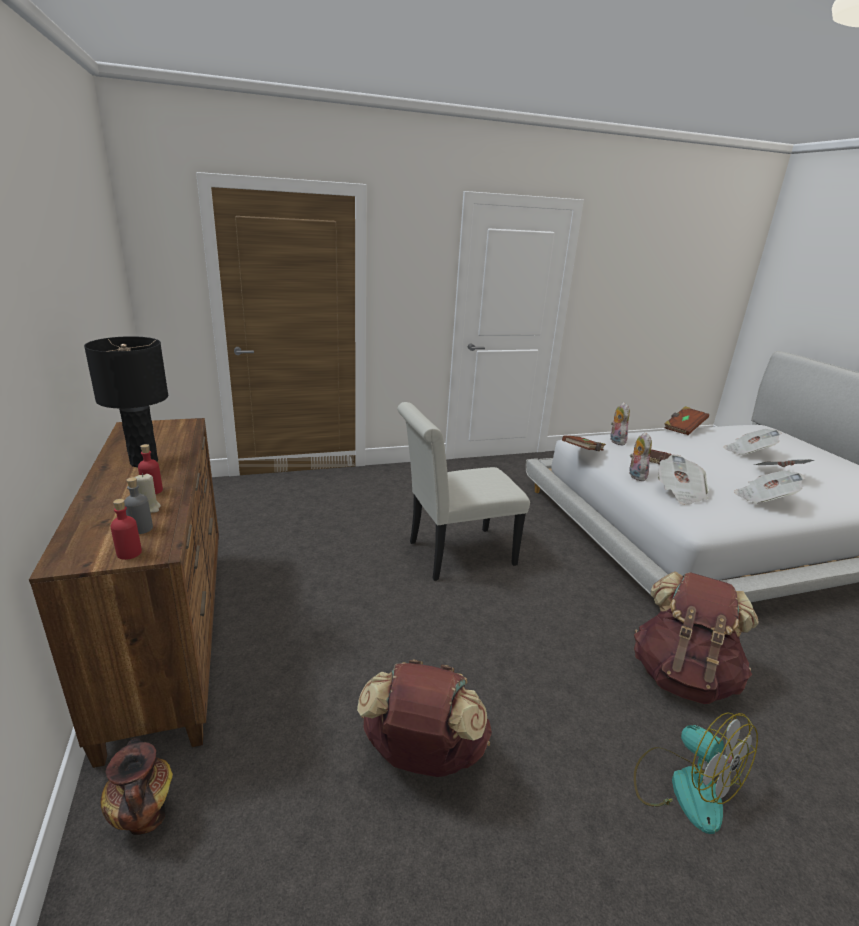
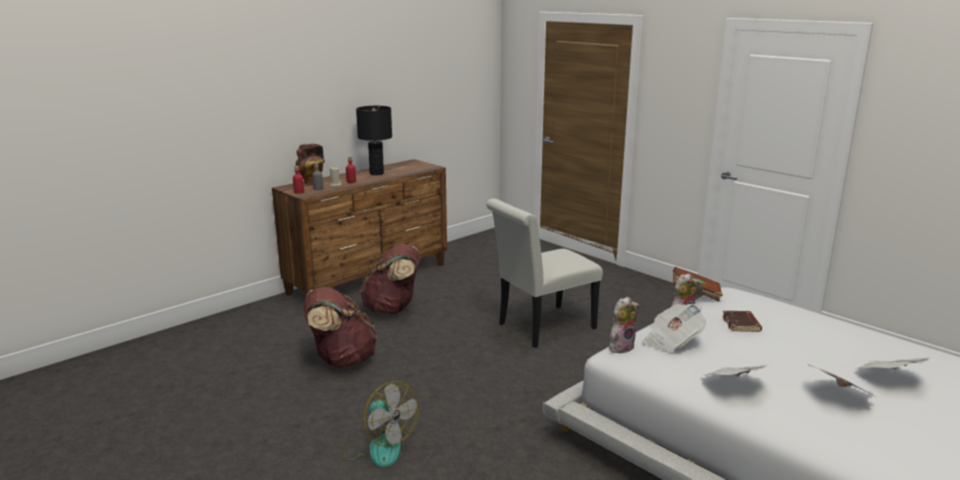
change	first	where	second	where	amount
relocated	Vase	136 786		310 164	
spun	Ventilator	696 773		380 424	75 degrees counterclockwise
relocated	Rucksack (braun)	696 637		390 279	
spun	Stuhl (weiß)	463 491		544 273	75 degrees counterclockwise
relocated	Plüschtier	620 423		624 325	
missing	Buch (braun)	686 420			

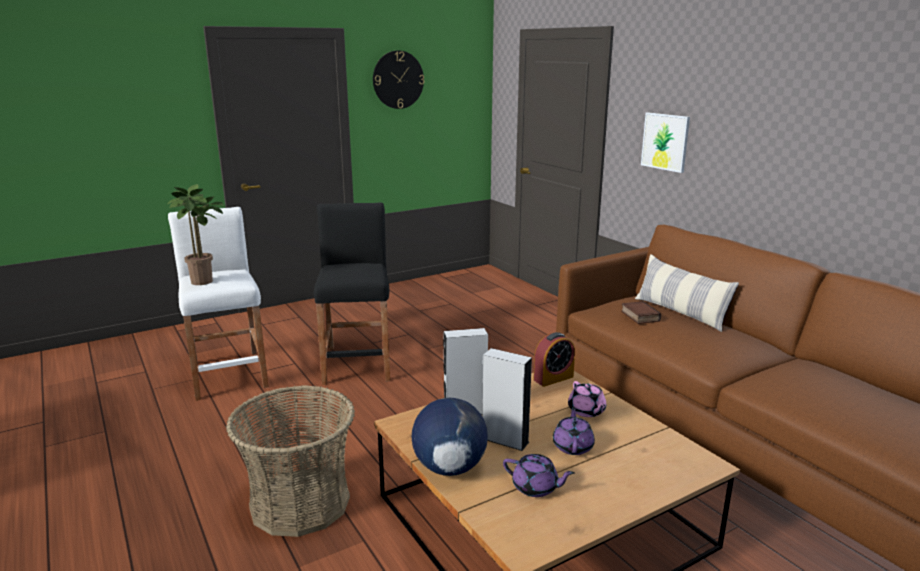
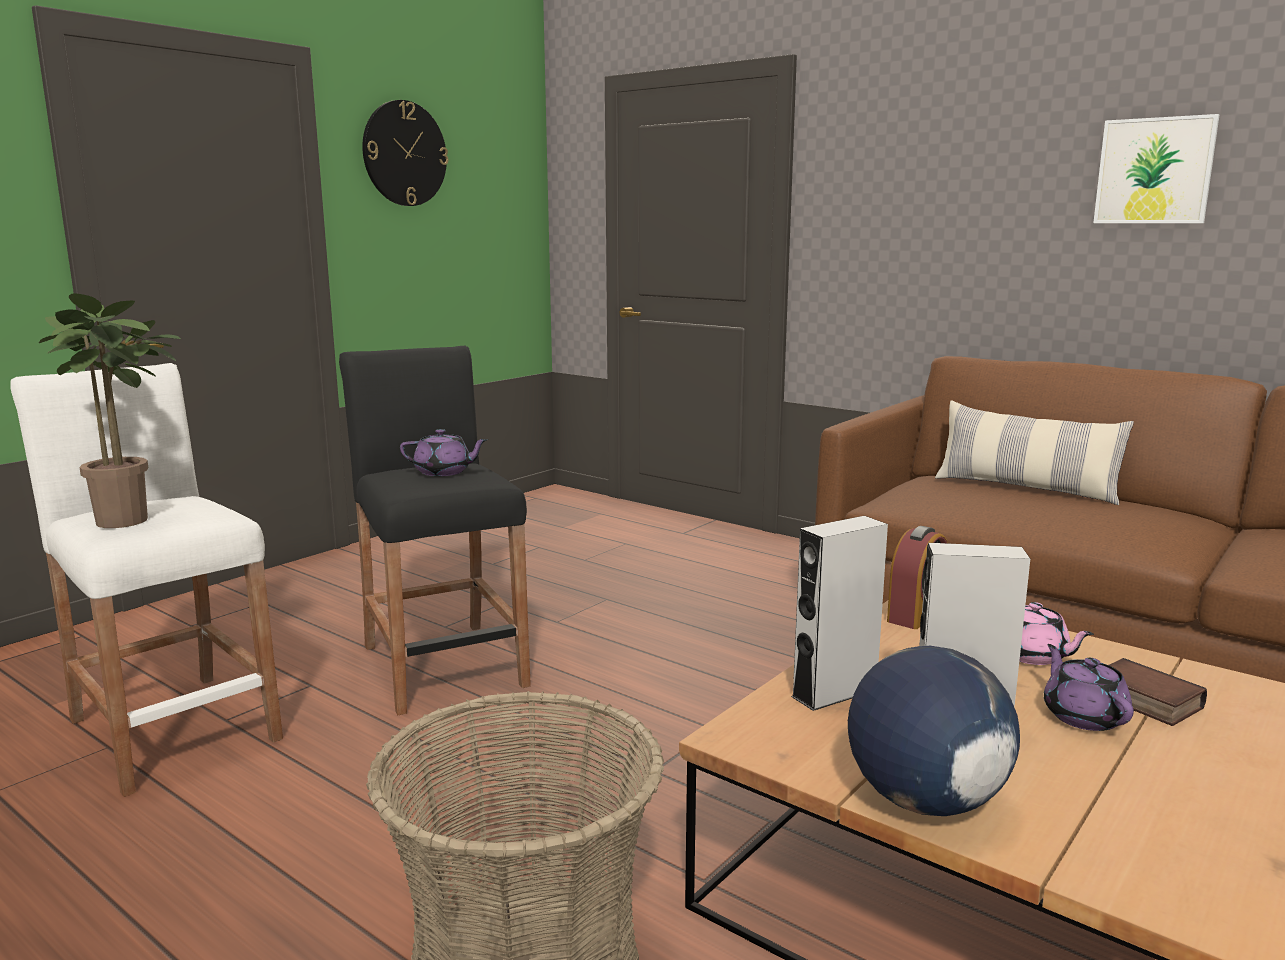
change	first	where	second	where	amount
relocated	Teekanne (lila)	538 475		444 452	
relocated	Bild	665 142		1156 168	
relocated	Buch	641 312		1158 692	

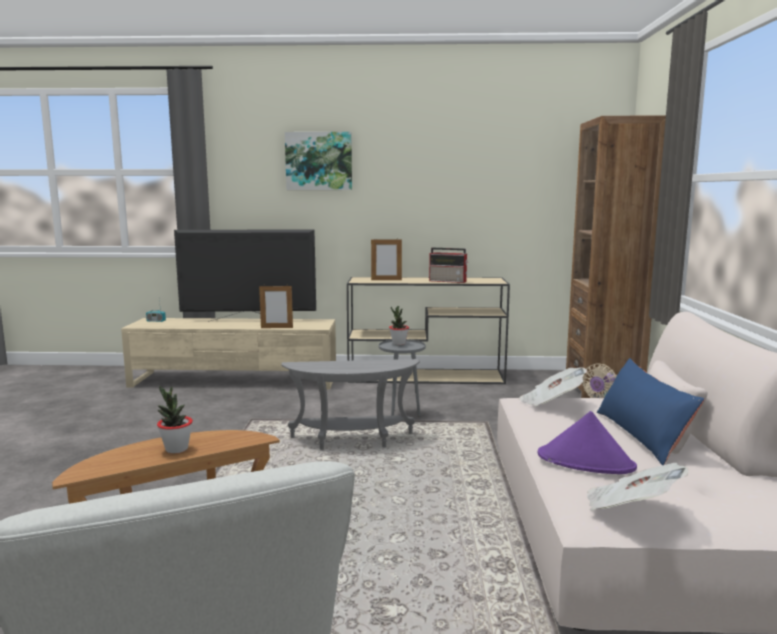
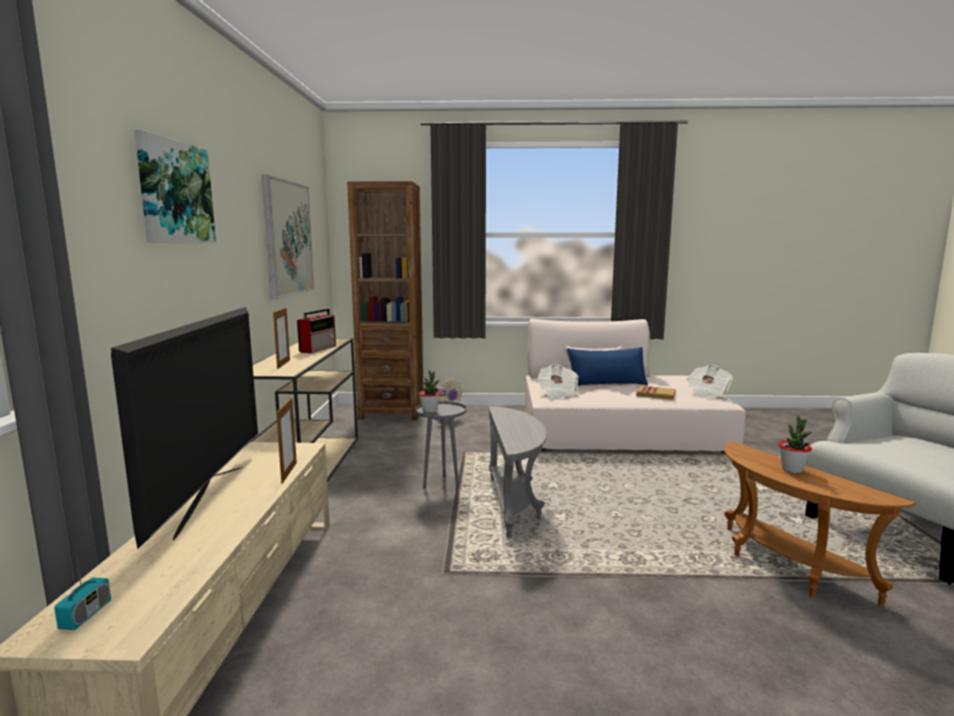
change	first	where	second	where	amount
appeared			Bild	288 237	
exchanged	Hut (lila)	587 442	Buch	656 393	

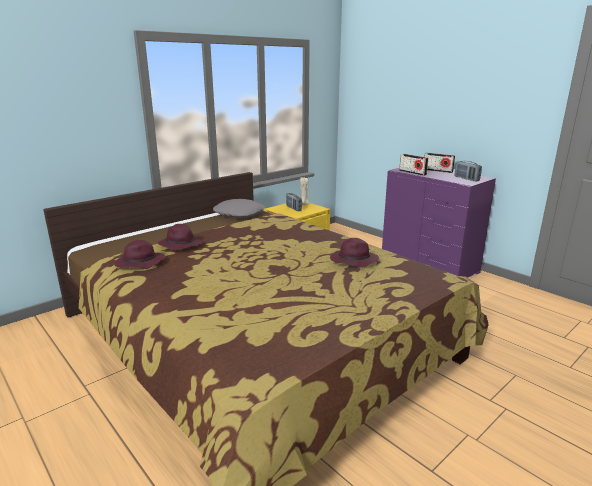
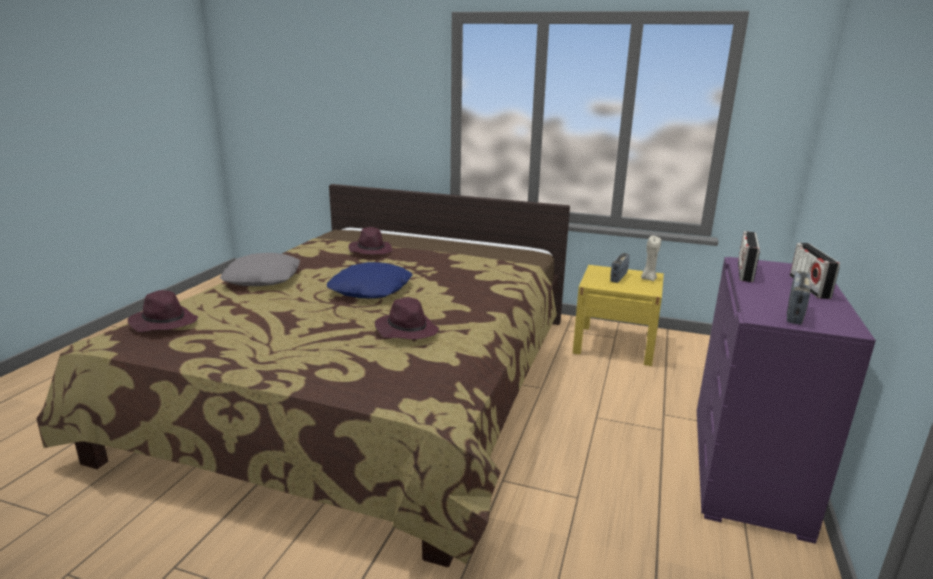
change	first	where	second	where	amount
relocated	Hut (lila)	140 254		162 311	
relocated	Kissen (grau)	239 208		260 269	
appeared			Kissen (blau)	369 280	

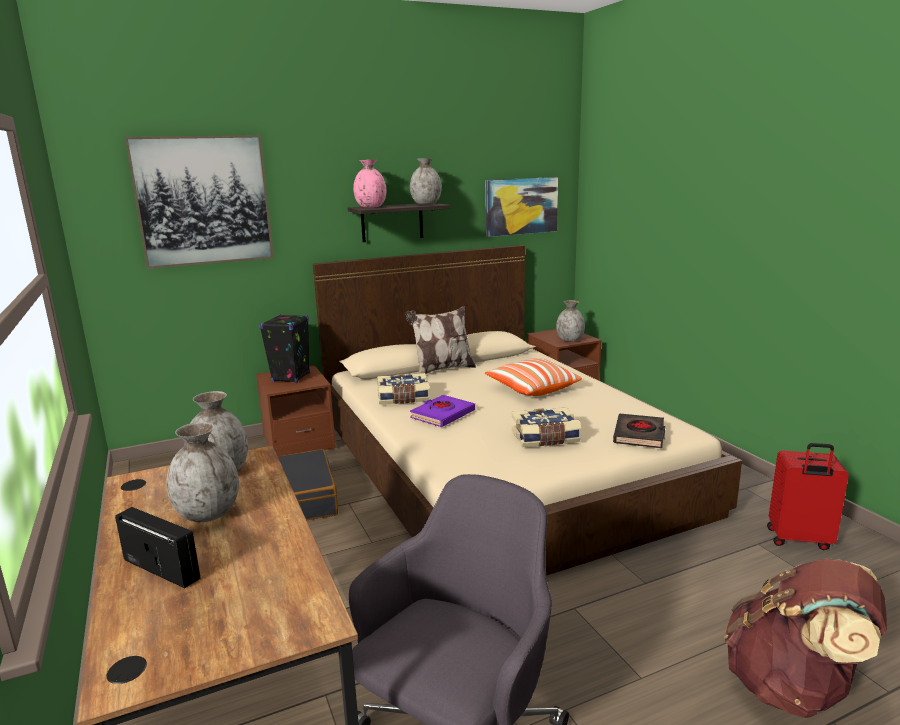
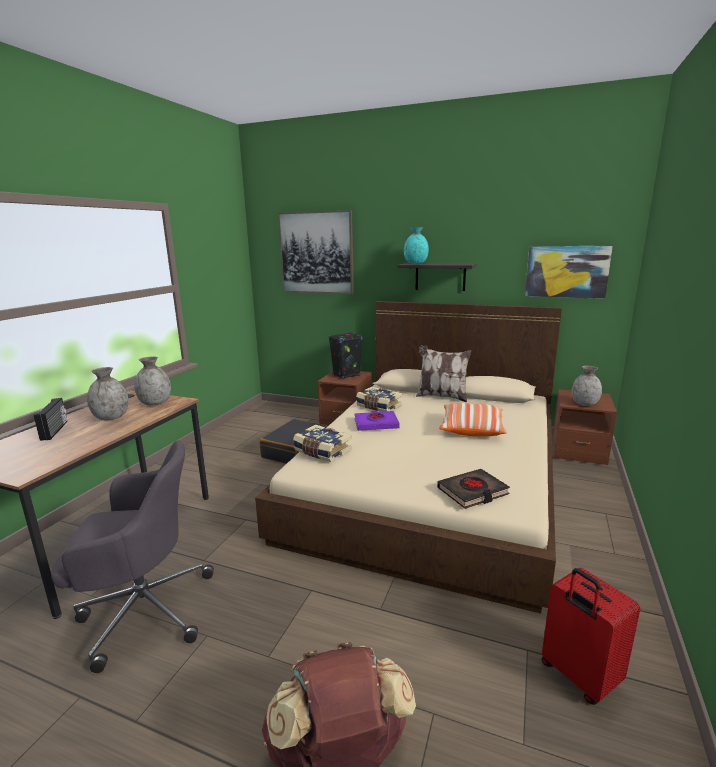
change	first	where	second	where	amount
relocated	Buch	546 427		322 443	
colour	Vase (rosa)	369 184	Vase (türkis)	416 245	
missing	Vase (grau)	426 181			

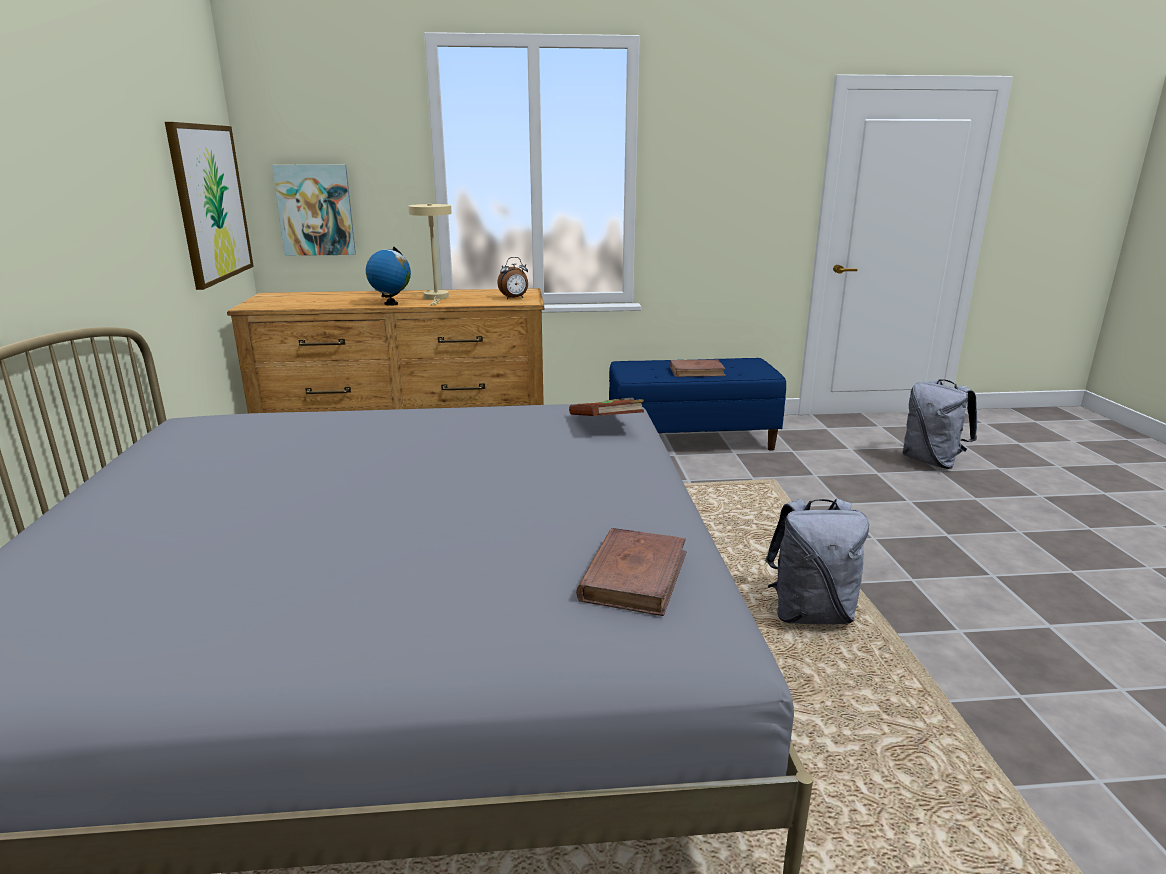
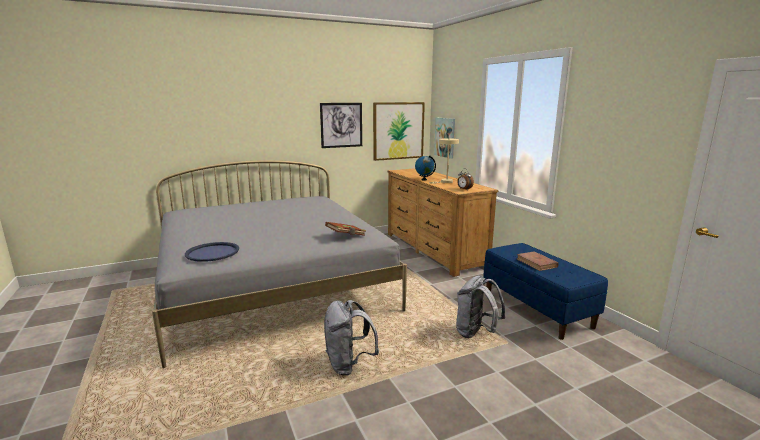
change	first	where	second	where	amount
exchanged	Buch (braun)	631 572	Tablett (blau)	212 252	
appeared			Bild	341 125	
relocated	Rucksack (grau)	940 424		480 306	

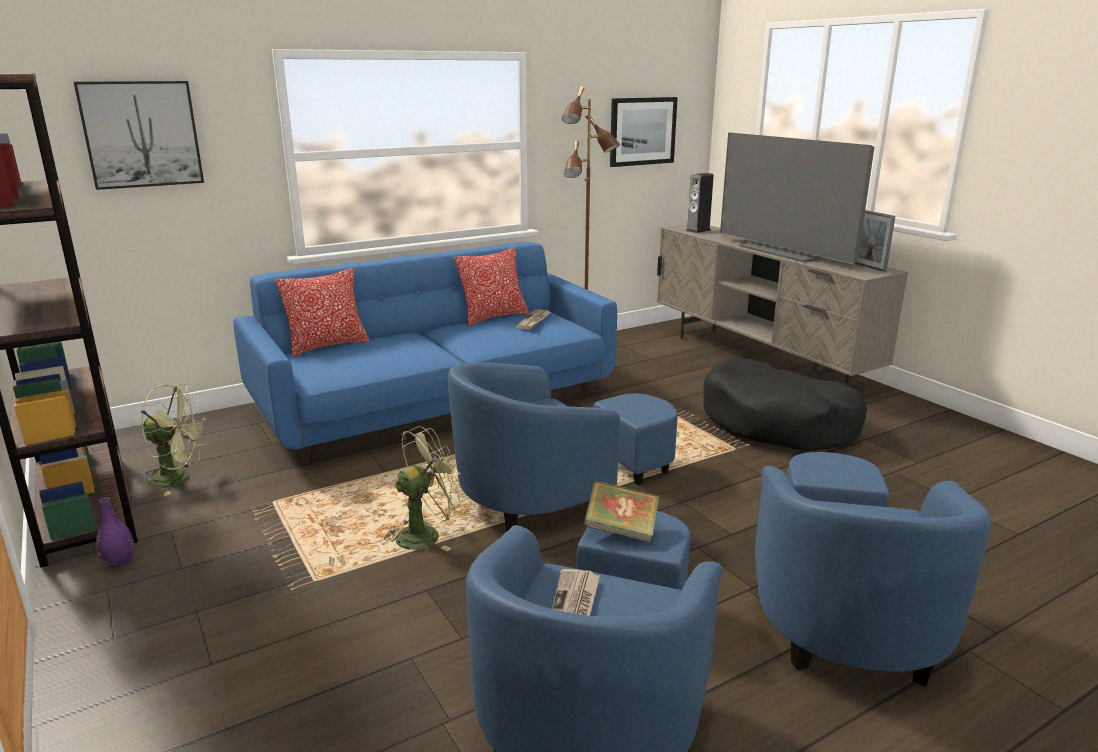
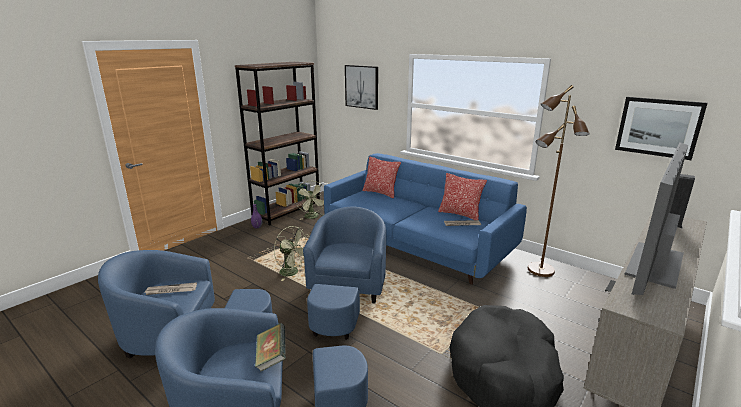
change	first	where	second	where	amount
relocated	Buch	621 511		270 347	
spun	Sessel (blau)	563 447		344 273	60 degrees clockwise
missing	Bilderrahmen	874 241			

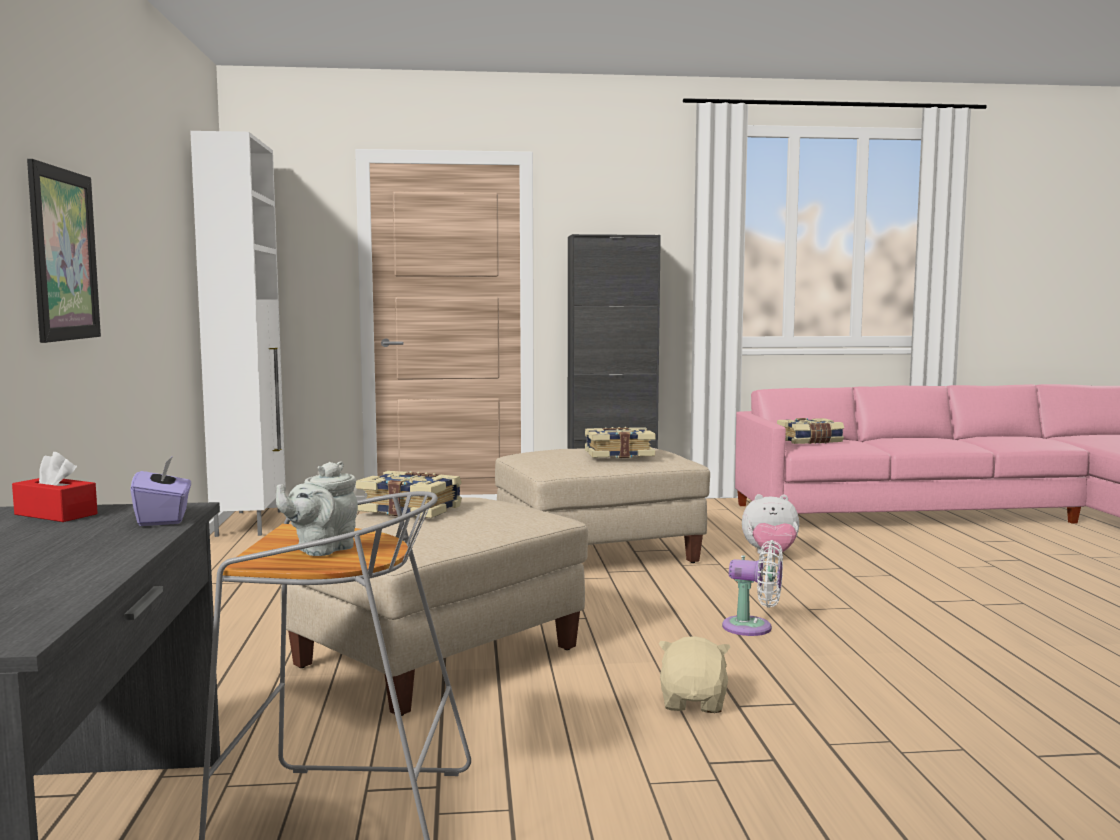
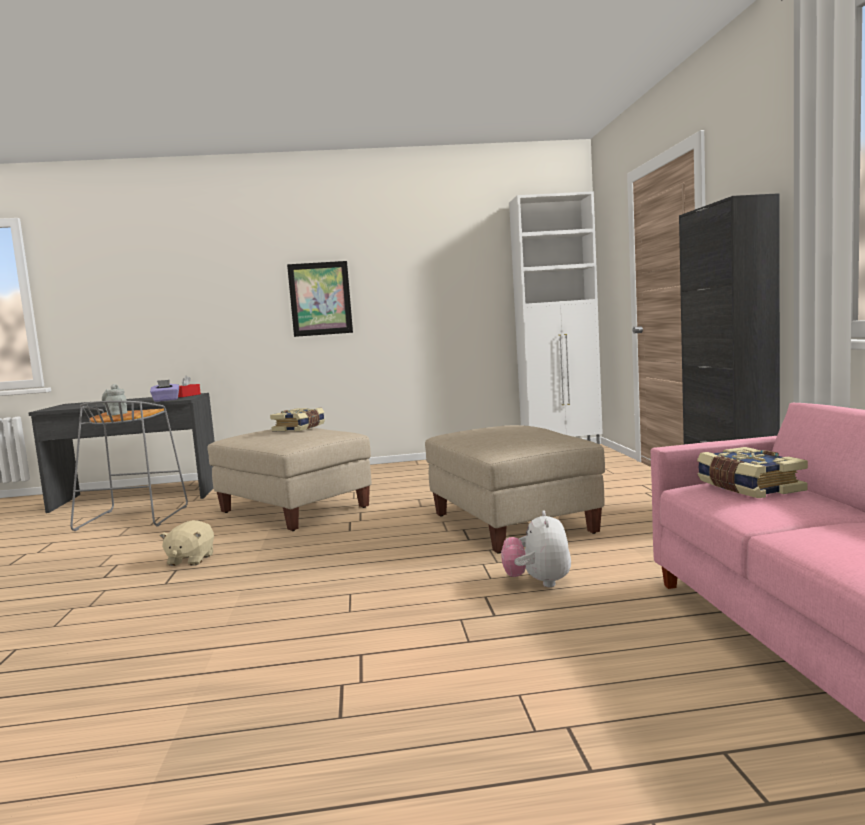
change	first	where	second	where	amount
spun	Plüschtier (beige)	694 674		186 543	90 degrees clockwise
missing	Buch	620 442			
missing	Ventilator (weiß)	752 588			

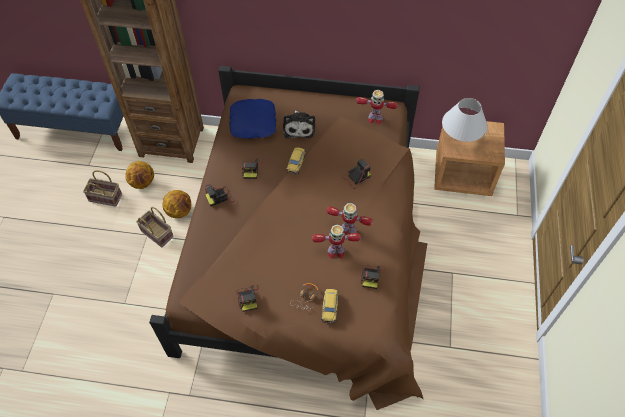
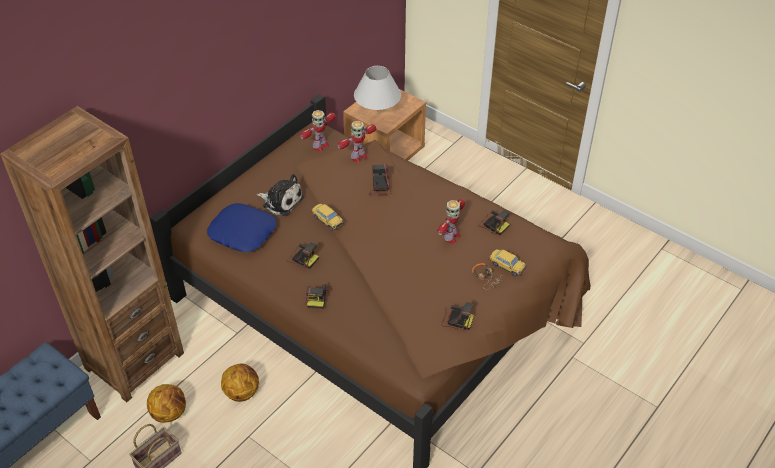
change	first	where	second	where	amount
relocated	Spielzeugroboter	349 218		356 141	
missing	Korb	155 227			

